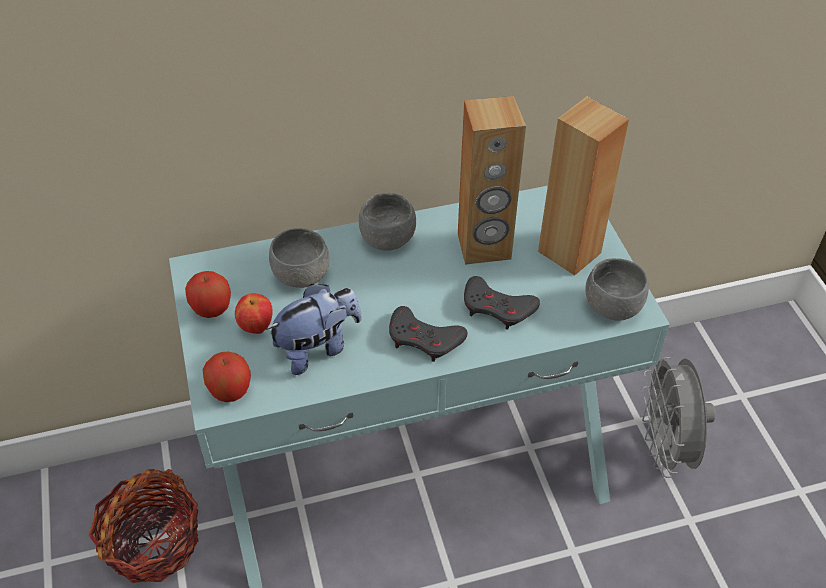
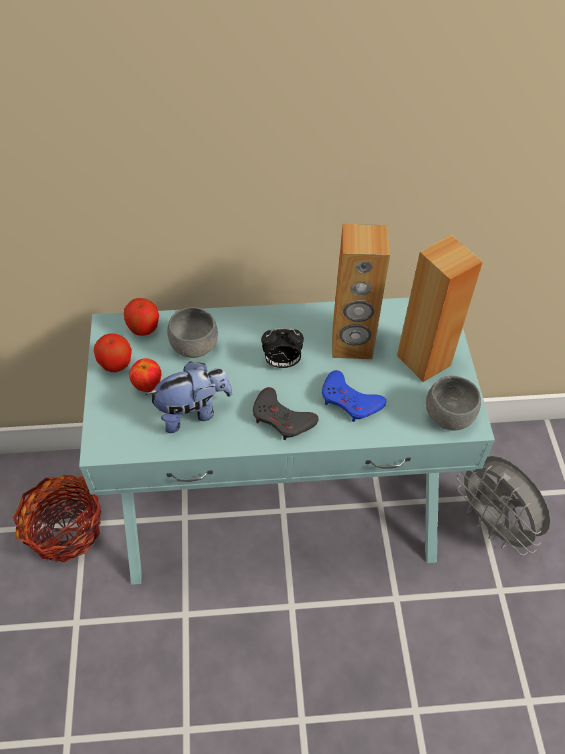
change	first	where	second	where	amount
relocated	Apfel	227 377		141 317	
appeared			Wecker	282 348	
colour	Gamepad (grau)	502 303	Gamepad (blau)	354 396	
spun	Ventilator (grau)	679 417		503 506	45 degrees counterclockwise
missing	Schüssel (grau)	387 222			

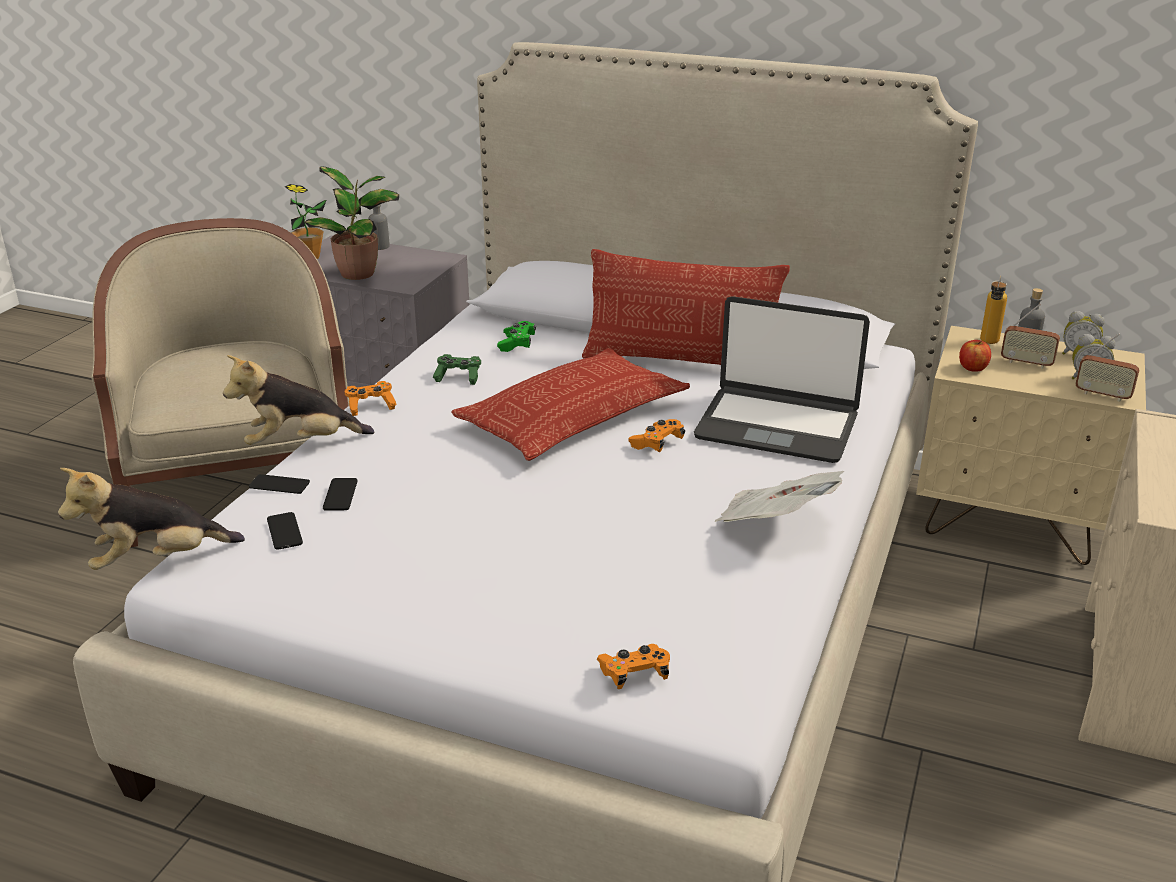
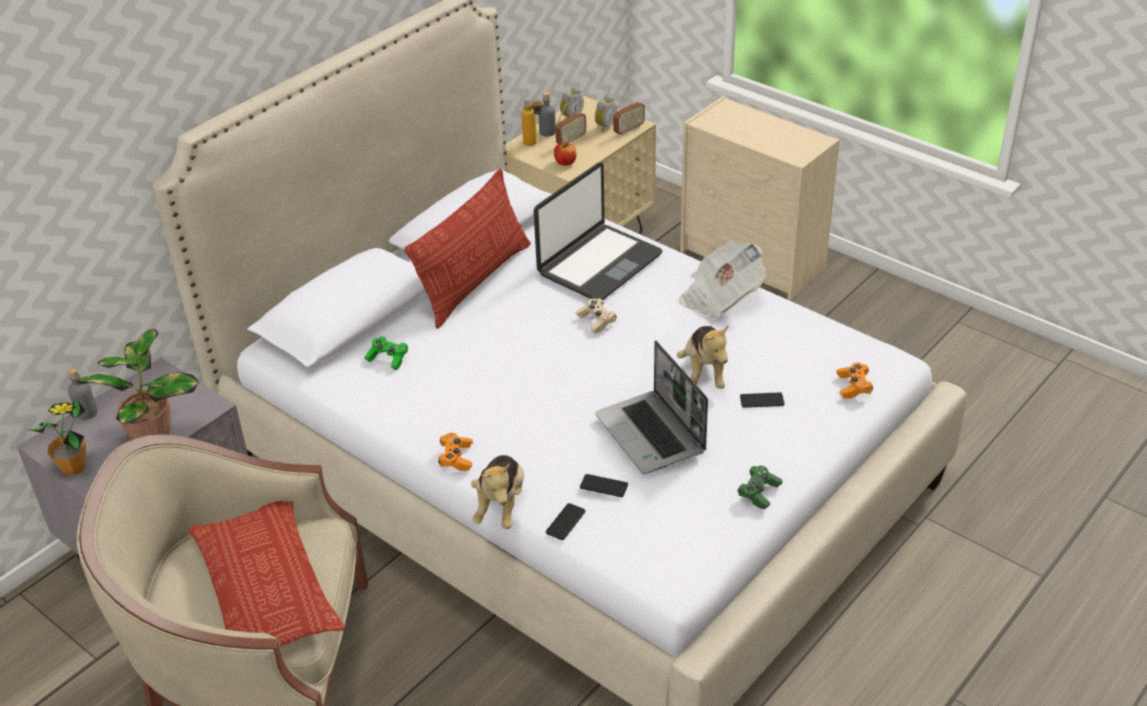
change	first	where	second	where	amount
relocated	Kissen	570 404		266 573	
colour	Gamepad (orange)	656 435	Gamepad (beige)	596 316	
appeared			Laptop	651 407	
relocated	Plüschtier	151 519		702 357	
relocated	Gamepad (grün)	457 369		760 488	
relocated	Handy	285 531		762 400	

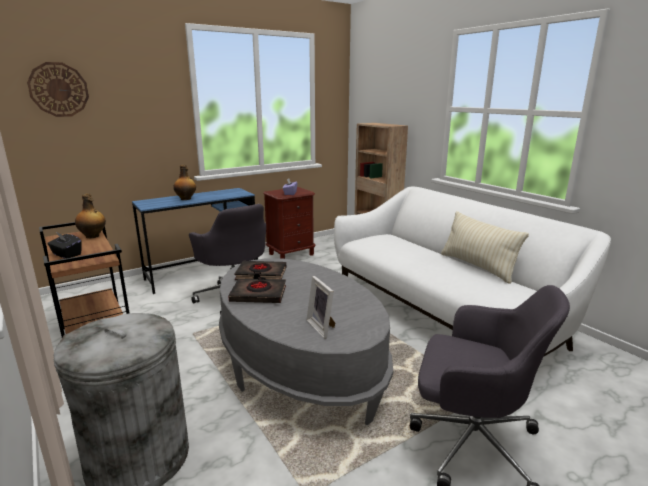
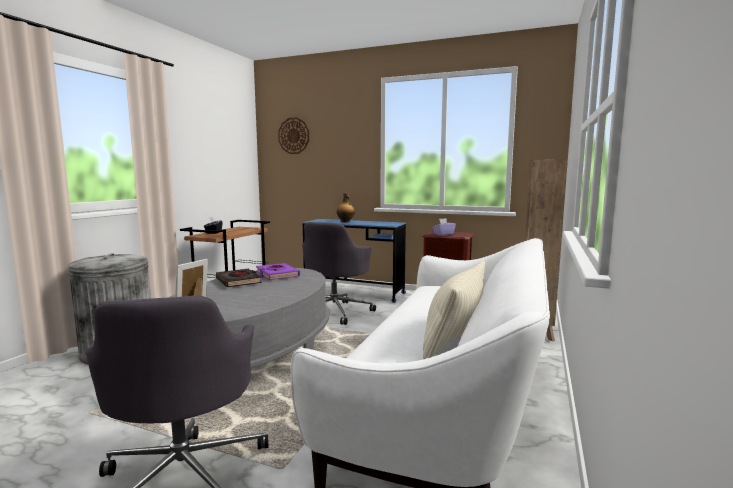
change	first	where	second	where	amount
colour	Buch (schwarz)	260 270	Buch (lila)	278 271	
missing	Flasche	90 216			

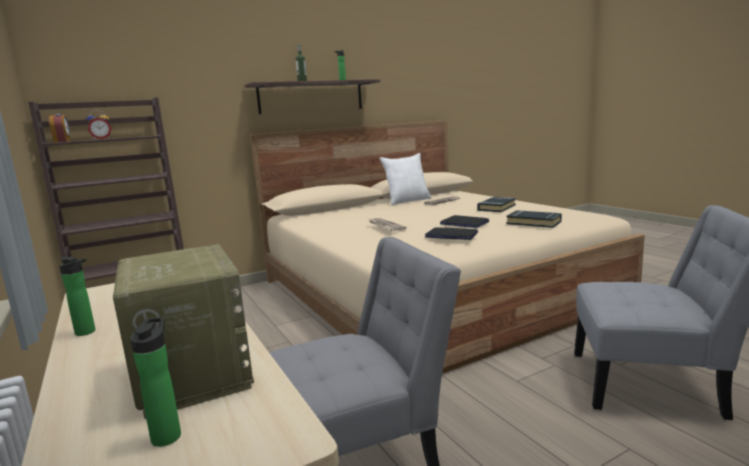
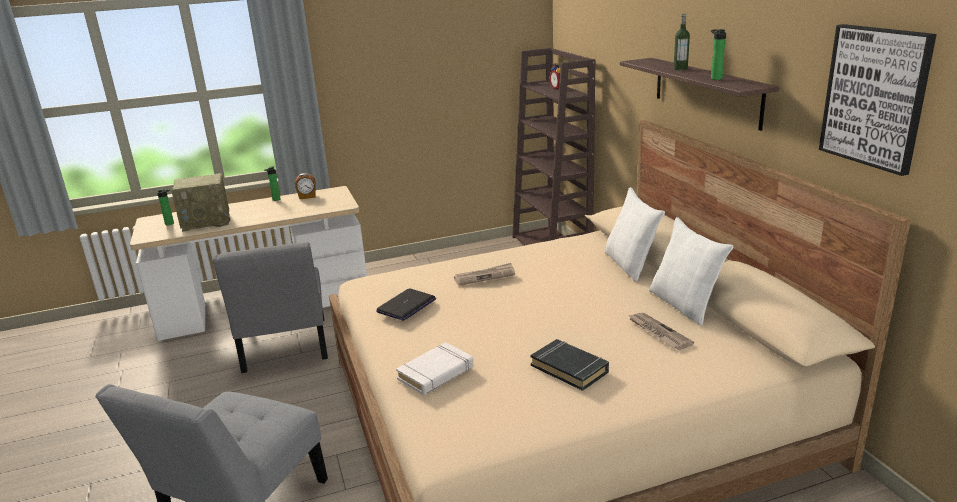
change	first	where	second	where	amount
relocated	Wecker	59 128		305 186	
colour	Buch (schwarz)	534 219	Buch (weiß)	435 368	
appeared			Kissen (weiß)	635 235	
appeared			Bild	878 100	
missing	Laptop	464 221			

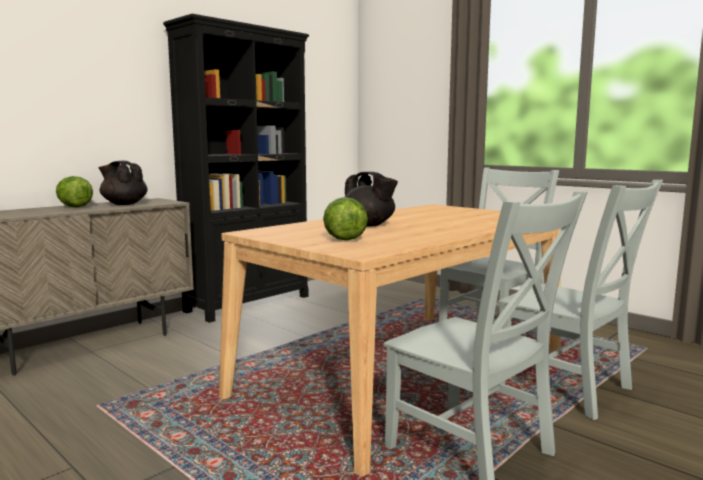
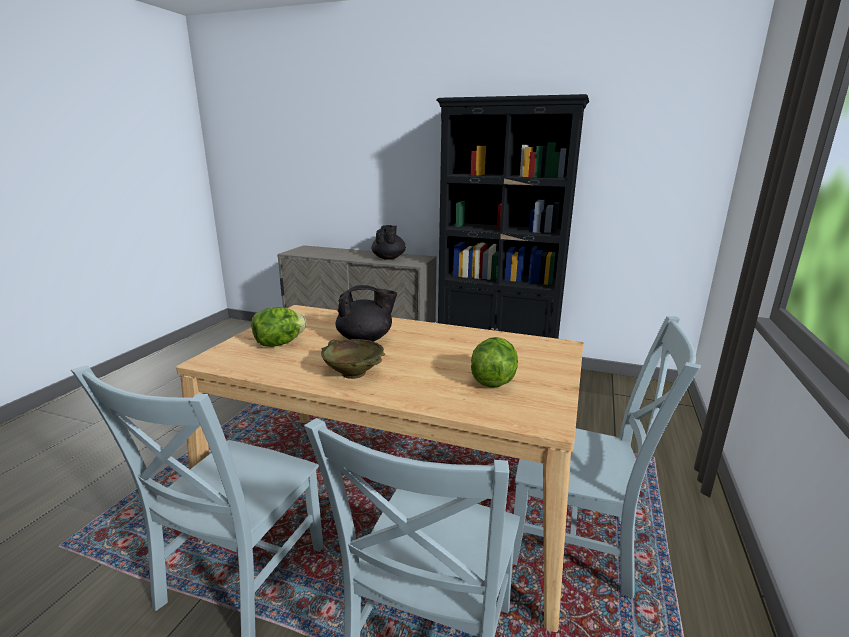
change	first	where	second	where	amount
appeared			Schüssel (beige)	353 359	
spun	Teekanne (schwarz)	371 199		366 313	120 degrees counterclockwise
relocated	Salatkopf	74 191		494 362	

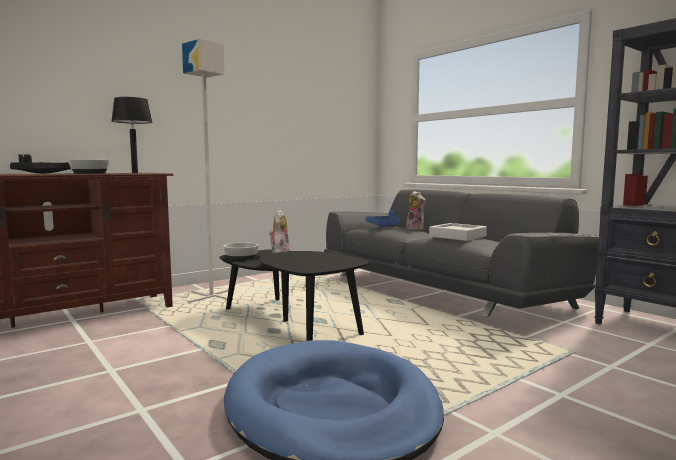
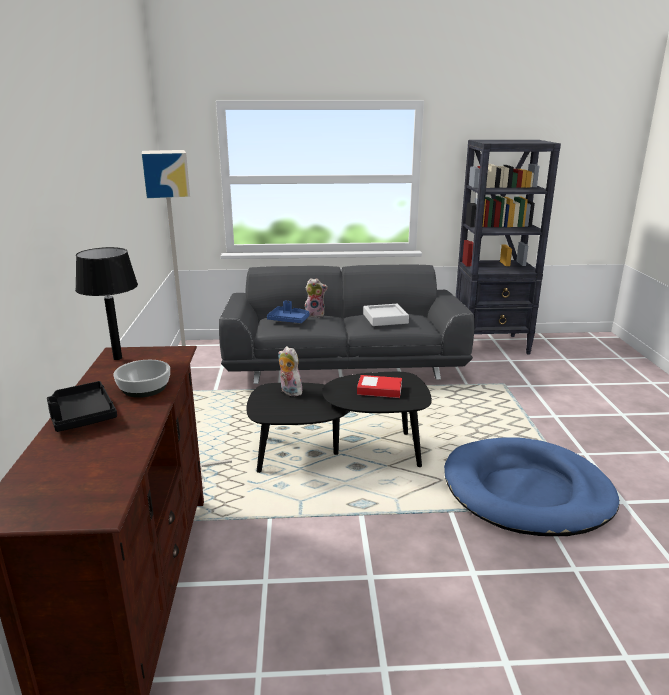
change	first	where	second	where	amount
appeared			Buch	379 386	
missing	Schüssel	241 251			

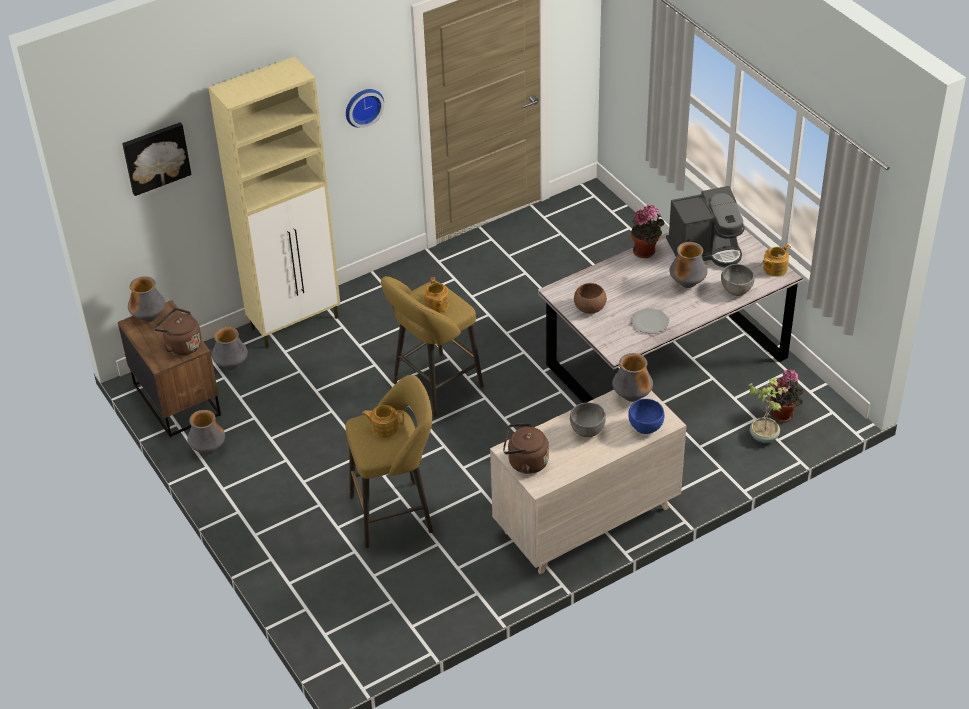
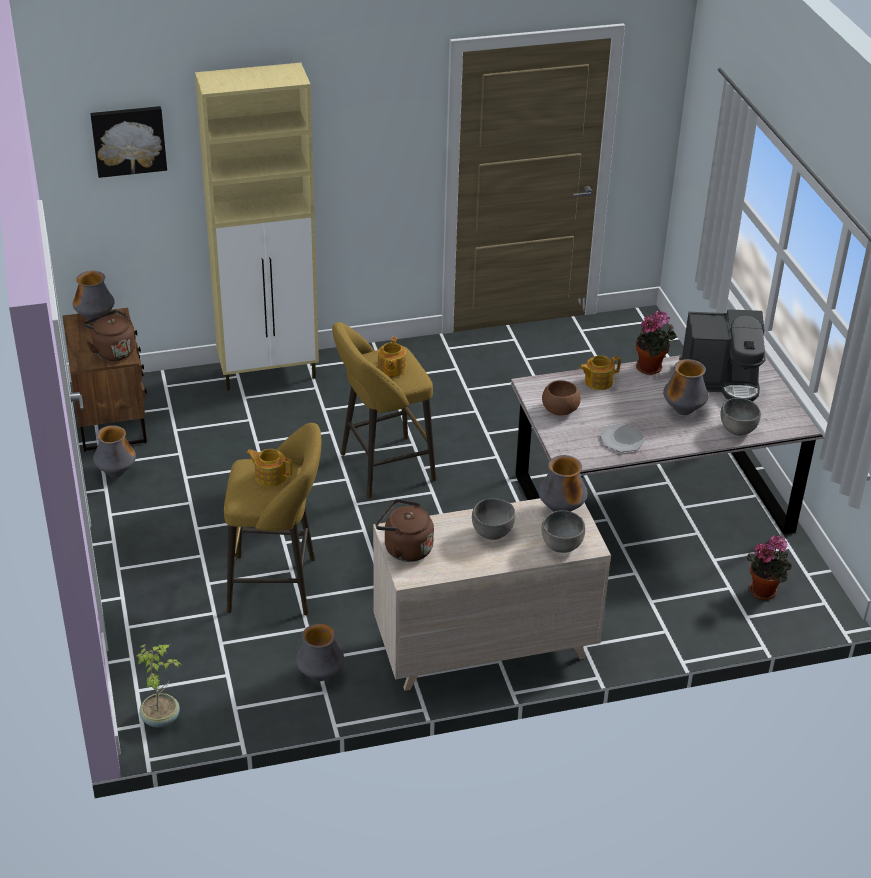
change	first	where	second	where	amount
relocated	Topfpflanze	768 410		159 686	
relocated	Vase	230 348		320 652	
colour	Schüssel (blau)	646 416	Schüssel (grau)	563 531	
relocated	Teekanne	776 260		600 372	
missing	Wanduhr	365 108			

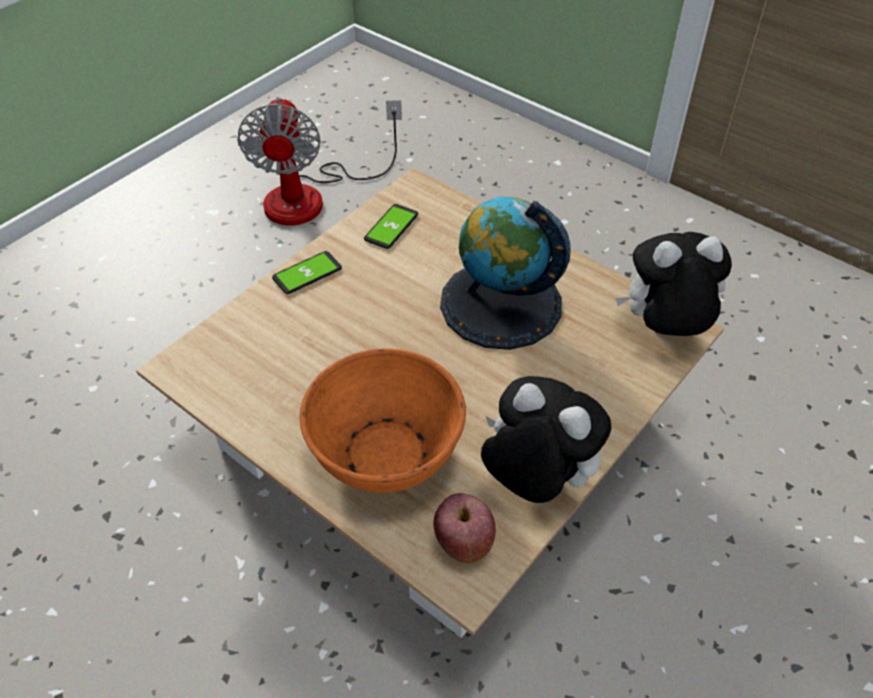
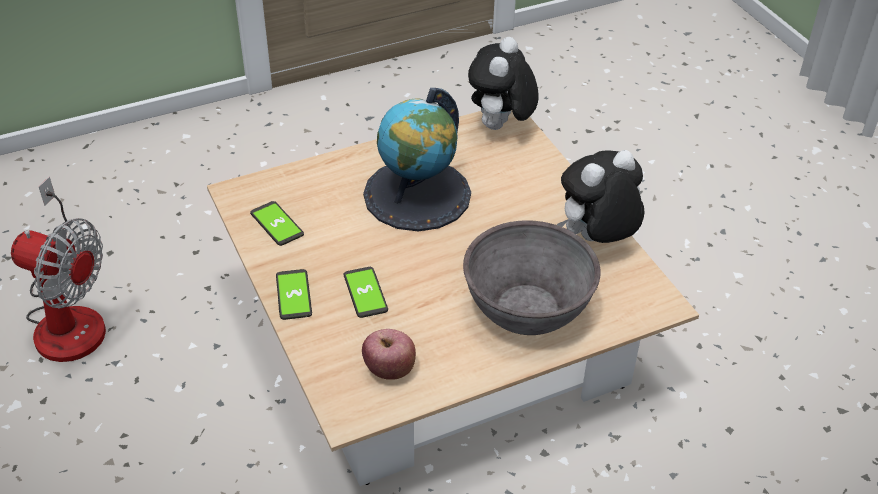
change	first	where	second	where	amount
appeared			Handy	366 292	
relocated	Apfel	464 528		389 354	
colour	Schüssel (orange)	383 420	Schüssel (grau)	532 277	

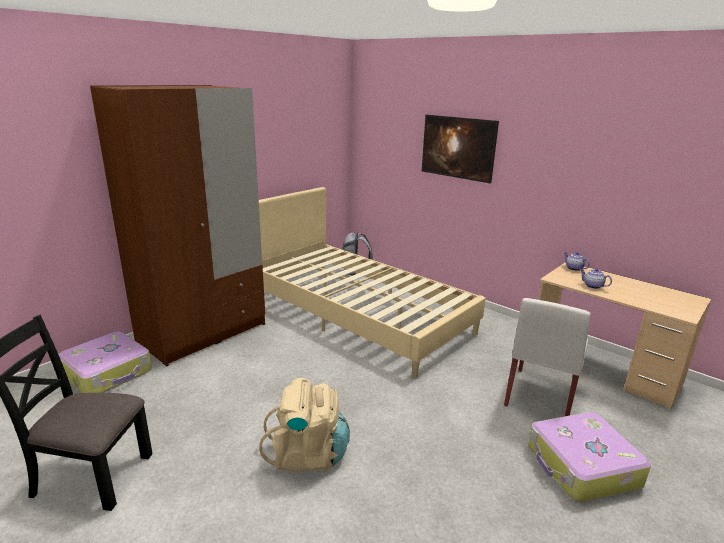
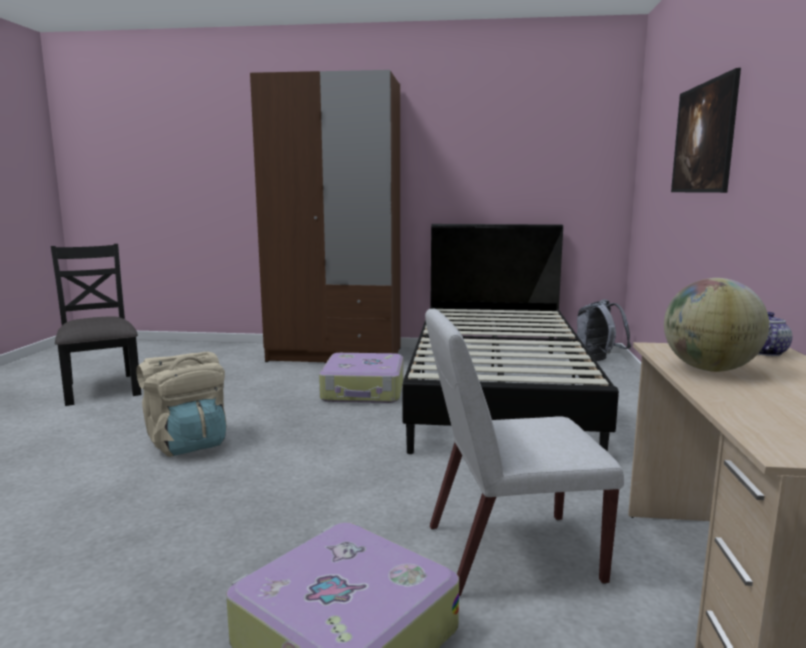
change	first	where	second	where	amount
relocated	Koffer	105 362		361 378	
colour	Bett (beige)	372 282	Bett (schwarz)	511 339	
exchanged	Teekanne	596 278	Globus	716 325	

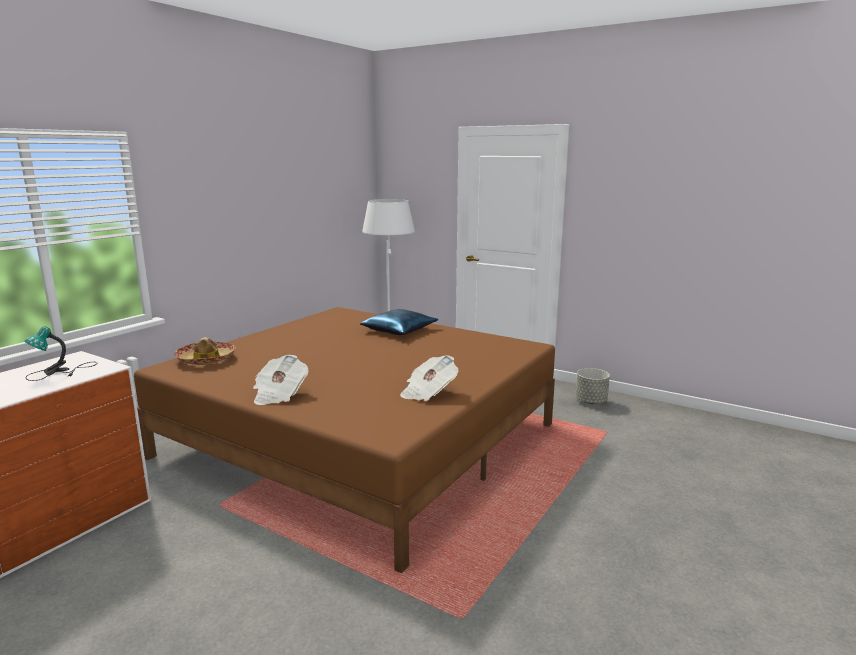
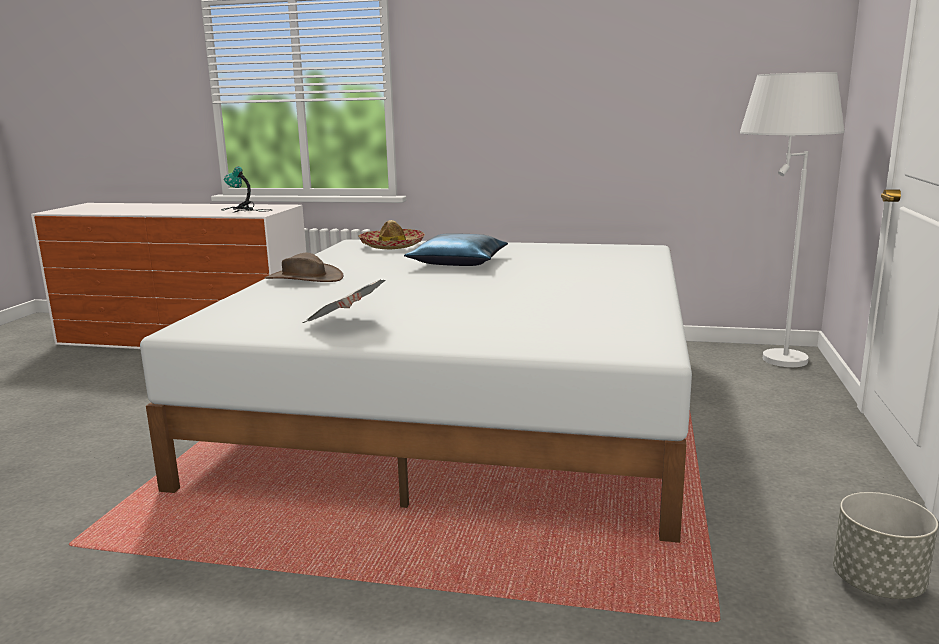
change	first	where	second	where	amount
colour	Bett (braun)	344 440	Bett (weiß)	416 391	
exchanged	Zeitung	281 380	Hut (braun)	304 267	
relocated	Kissen (blau)	399 322		456 249	

